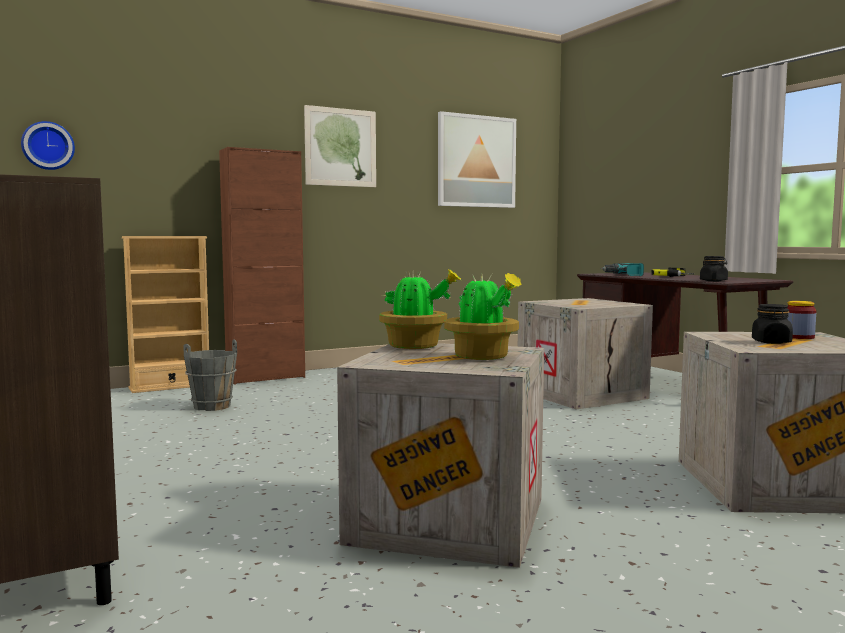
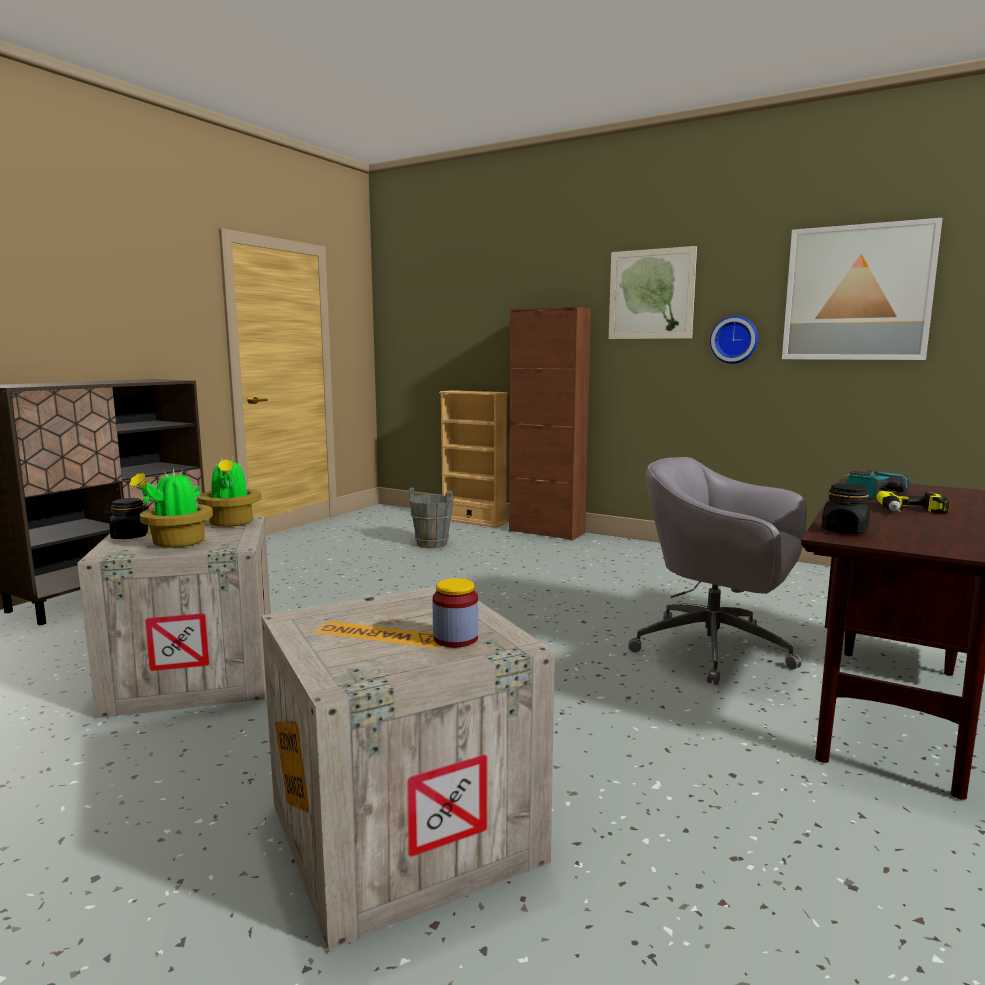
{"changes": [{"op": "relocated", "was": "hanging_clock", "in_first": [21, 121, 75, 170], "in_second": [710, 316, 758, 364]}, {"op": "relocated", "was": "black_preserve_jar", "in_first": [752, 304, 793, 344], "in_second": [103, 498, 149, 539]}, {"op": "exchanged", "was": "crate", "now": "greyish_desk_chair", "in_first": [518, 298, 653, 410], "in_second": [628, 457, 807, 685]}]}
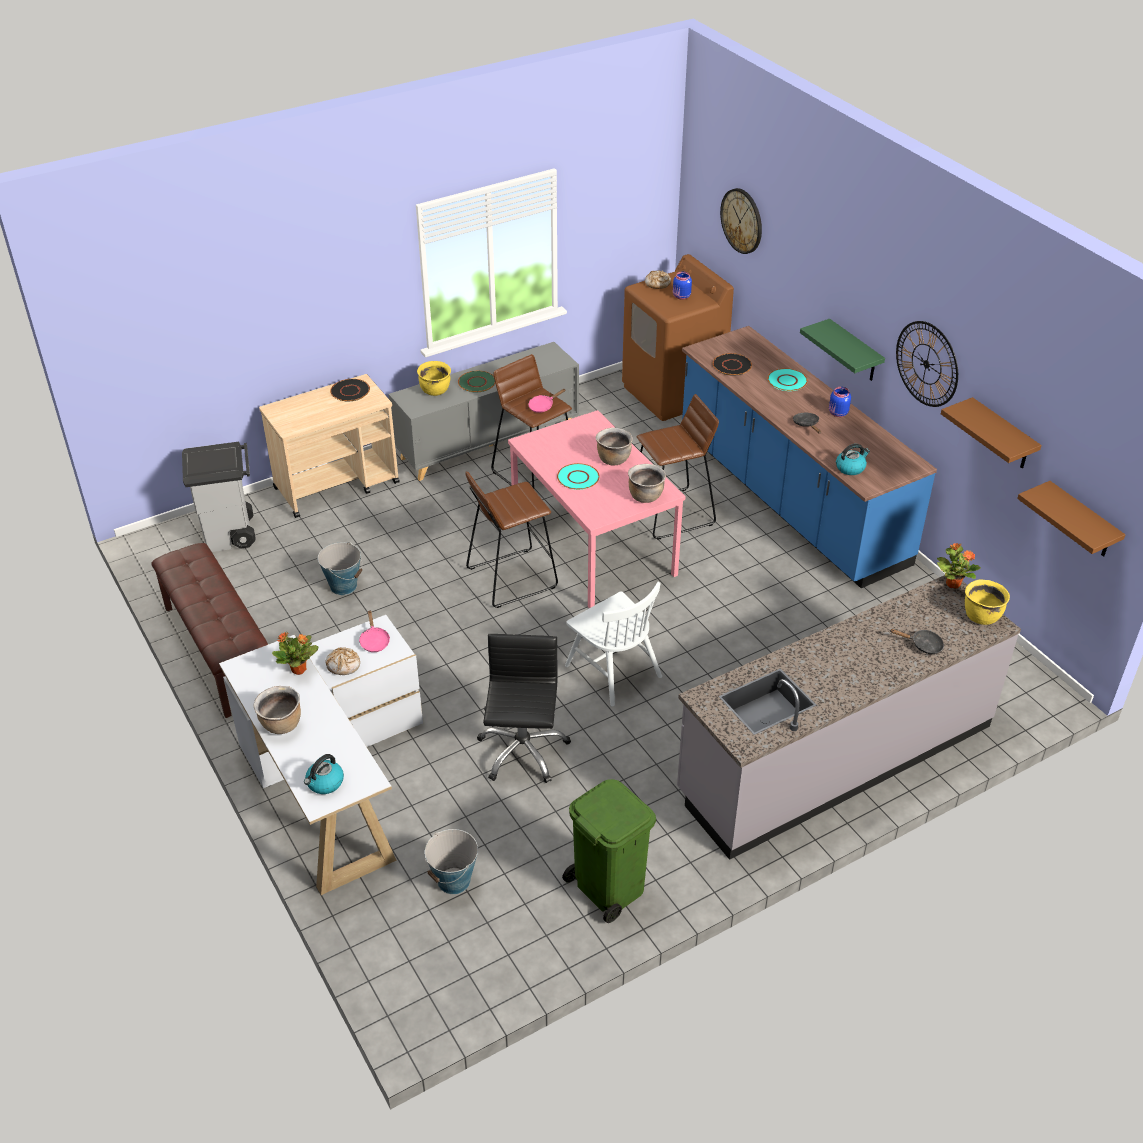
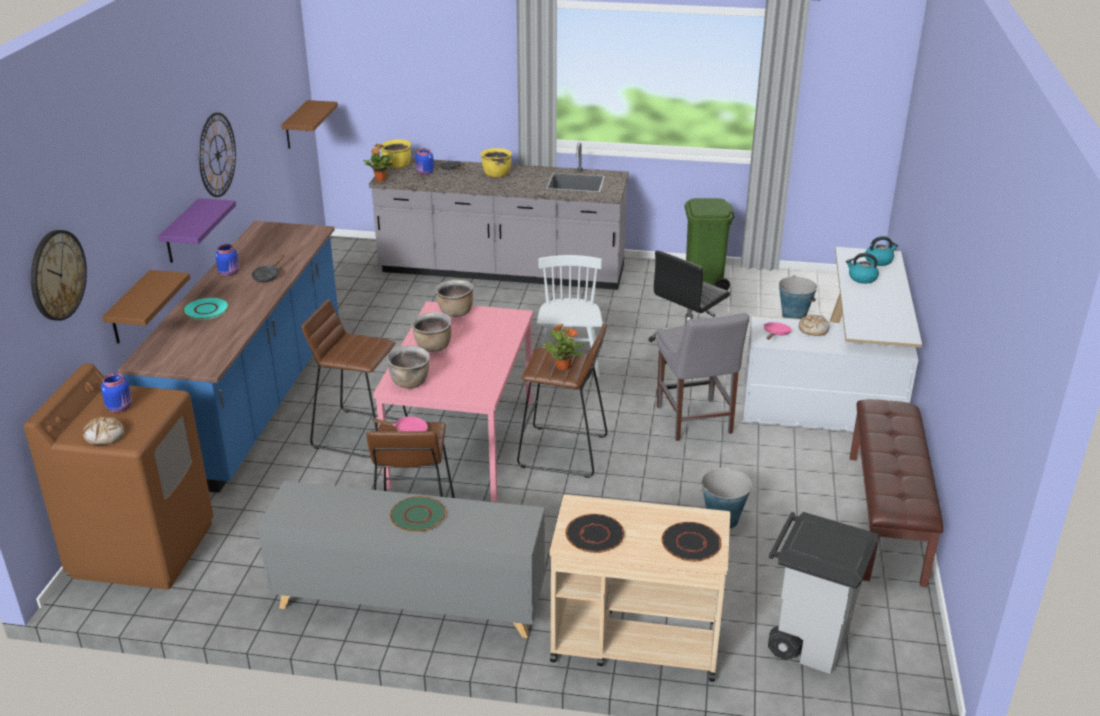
{"changes": [{"op": "missing", "was": "blue-green_dinner_plate", "in_first": [557, 463, 600, 490]}, {"op": "appeared", "now": "blue_preserve_jar", "in_second": [415, 148, 434, 175]}, {"op": "appeared", "now": "greyish_upright_chair", "in_second": [657, 313, 749, 441]}, {"op": "relocated", "was": "brownish_stockpot", "in_first": [253, 686, 301, 734], "in_second": [387, 346, 430, 389]}, {"op": "relocated", "was": "plant_in_a_pot", "in_first": [272, 632, 319, 675], "in_second": [543, 324, 585, 371]}, {"op": "relocated", "was": "yellowish_stockpot", "in_first": [417, 361, 451, 396], "in_second": [480, 148, 512, 178]}, {"op": "relocated", "was": "black_dinner_plate", "in_first": [713, 353, 752, 376], "in_second": [662, 522, 722, 561]}, {"op": "relocated", "was": "water_kettle", "in_first": [836, 444, 870, 475], "in_second": [846, 253, 879, 284]}, {"op": "relocated", "was": "brownish_wall_shelf", "in_first": [941, 397, 1041, 469], "in_second": [102, 270, 190, 344]}, {"op": "colour", "was": "greenish_wall_shelf", "now": "purple-coloured_wall_shelf", "in_first": [800, 319, 885, 381], "in_second": [158, 198, 236, 263]}]}
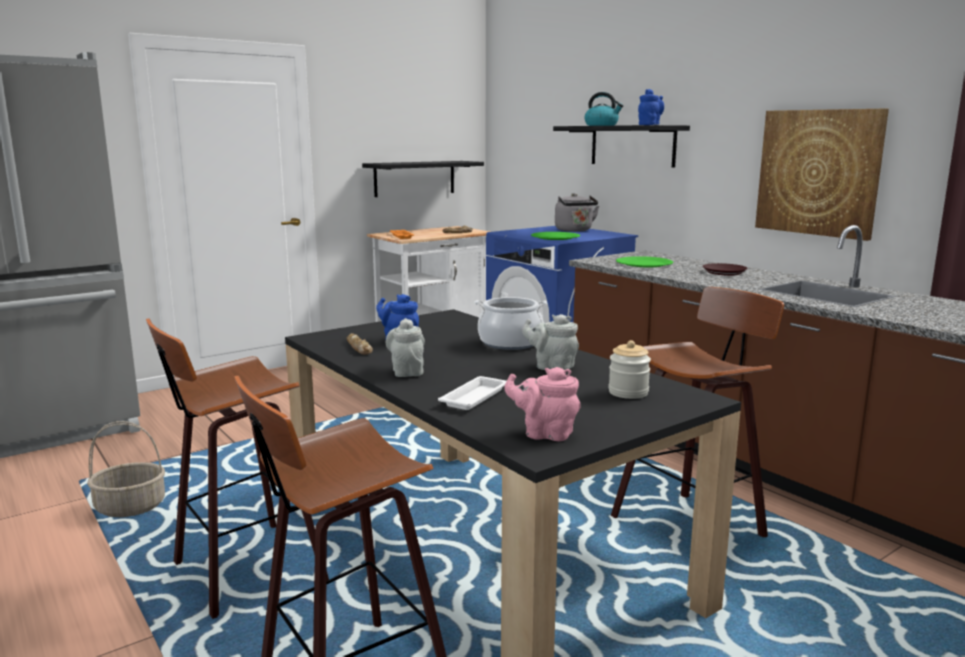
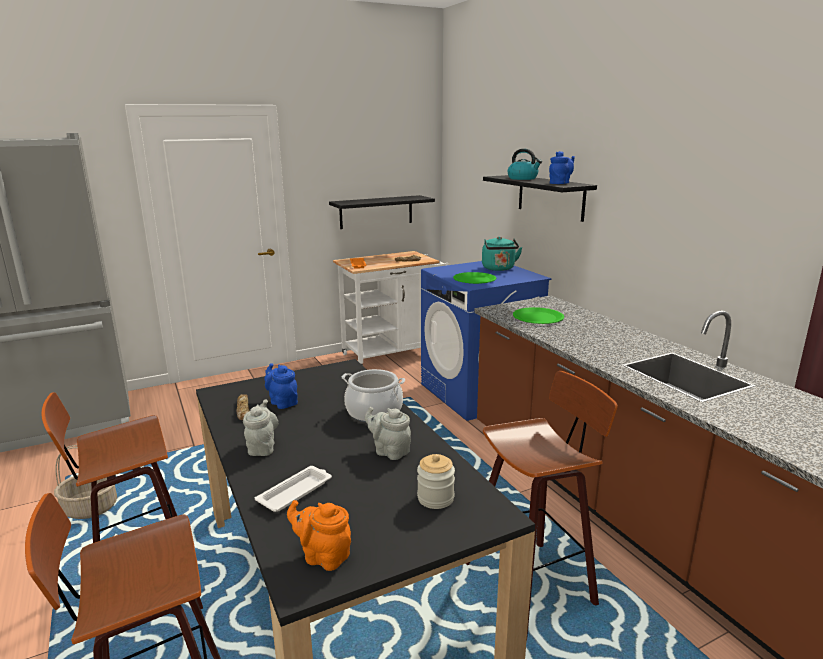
{"changes": [{"op": "missing", "was": "brownish_dinner_plate", "in_first": [703, 263, 748, 276]}, {"op": "missing", "was": "wall_art", "in_first": [755, 109, 889, 241]}, {"op": "colour", "was": "pinkish_tea_pot", "now": "orange_tea_pot", "in_first": [504, 367, 581, 441], "in_second": [287, 500, 351, 571]}, {"op": "colour", "was": "greyish_water_kettle", "now": "blue-green_water_kettle", "in_first": [555, 193, 599, 232], "in_second": [482, 236, 523, 271]}]}
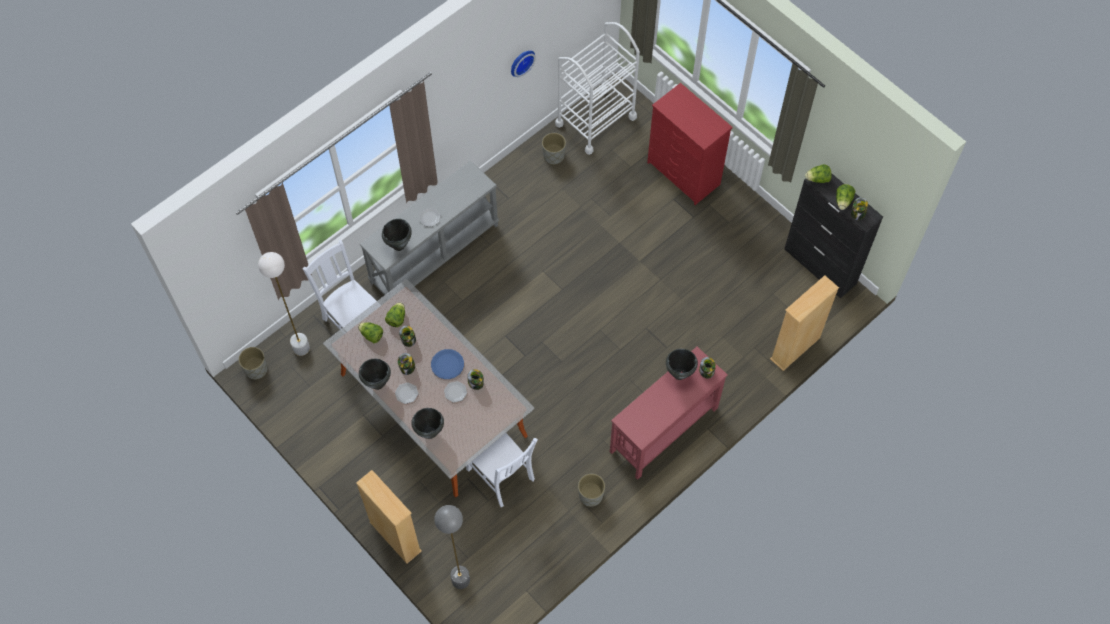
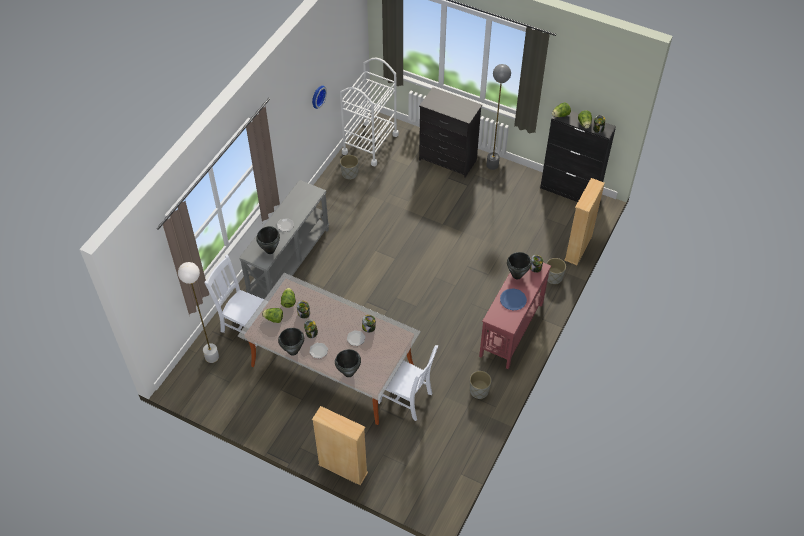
{"changes": [{"op": "relocated", "was": "greyish_plant_pot", "in_first": [239, 347, 268, 380], "in_second": [546, 258, 566, 285]}, {"op": "relocated", "was": "blue_dinner_plate", "in_first": [431, 349, 464, 379], "in_second": [500, 289, 527, 310]}, {"op": "relocated", "was": "greyish_standard_lamp", "in_first": [434, 505, 470, 589], "in_second": [486, 64, 511, 170]}, {"op": "colour", "was": "red_chest_of_drawers", "now": "black_chest_of_drawers", "in_first": [647, 83, 733, 205], "in_second": [419, 87, 482, 178]}]}
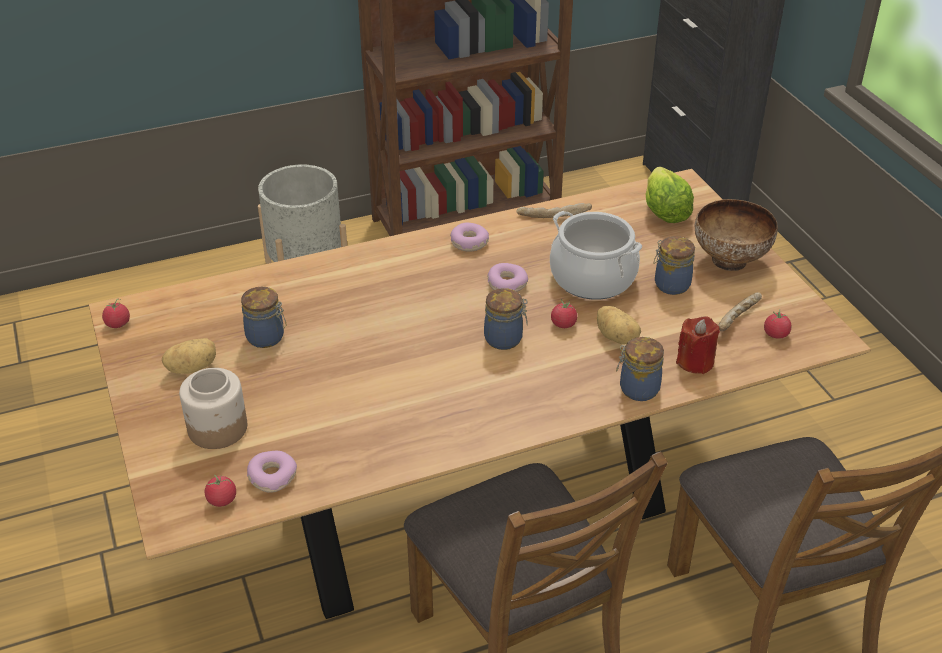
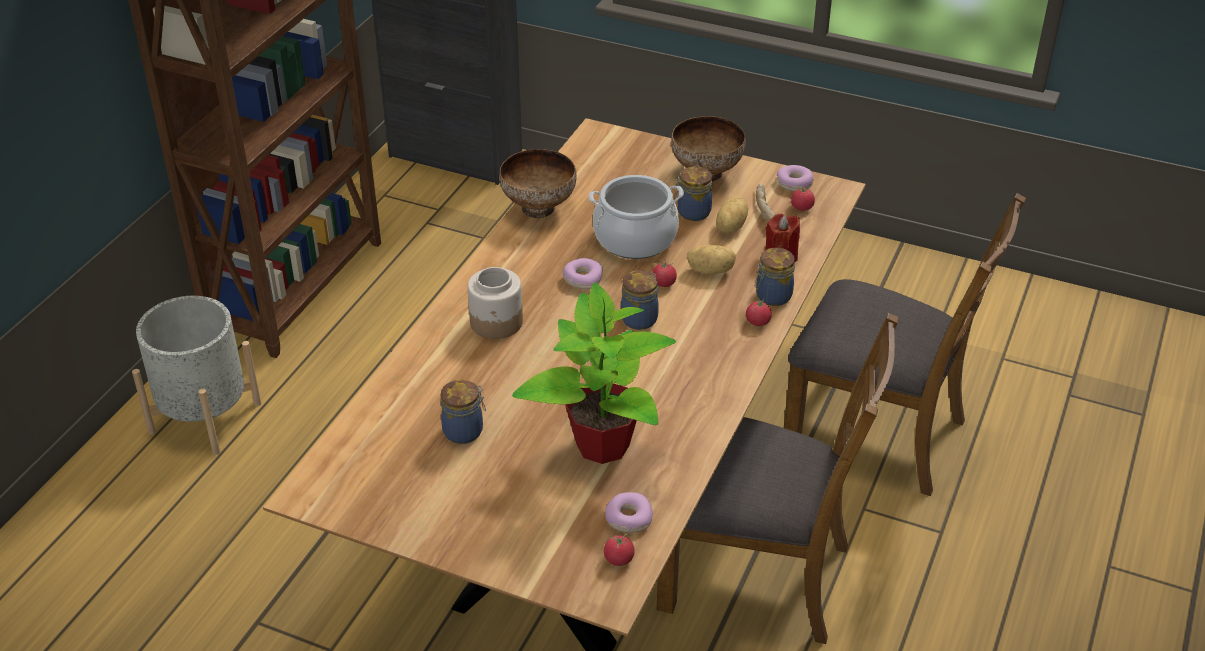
{"changes": [{"op": "missing", "was": "lettuce_head", "in_first": [646, 167, 694, 223]}, {"op": "appeared", "now": "plant_in_a_pot", "in_second": [512, 282, 677, 464]}, {"op": "relocated", "was": "whole_tomato", "in_first": [102, 299, 130, 328], "in_second": [746, 298, 772, 326]}, {"op": "relocated", "was": "whole_potato", "in_first": [162, 338, 216, 374], "in_second": [716, 196, 748, 233]}, {"op": "relocated", "was": "preserve_jar", "in_first": [179, 368, 247, 449], "in_second": [467, 267, 523, 339]}, {"op": "relocated", "was": "ring_doughnut", "in_first": [450, 223, 489, 252], "in_second": [777, 165, 814, 192]}, {"op": "exchanged", "was": "baked_bread", "now": "deep_dish", "in_first": [516, 203, 592, 218], "in_second": [499, 149, 577, 218]}]}
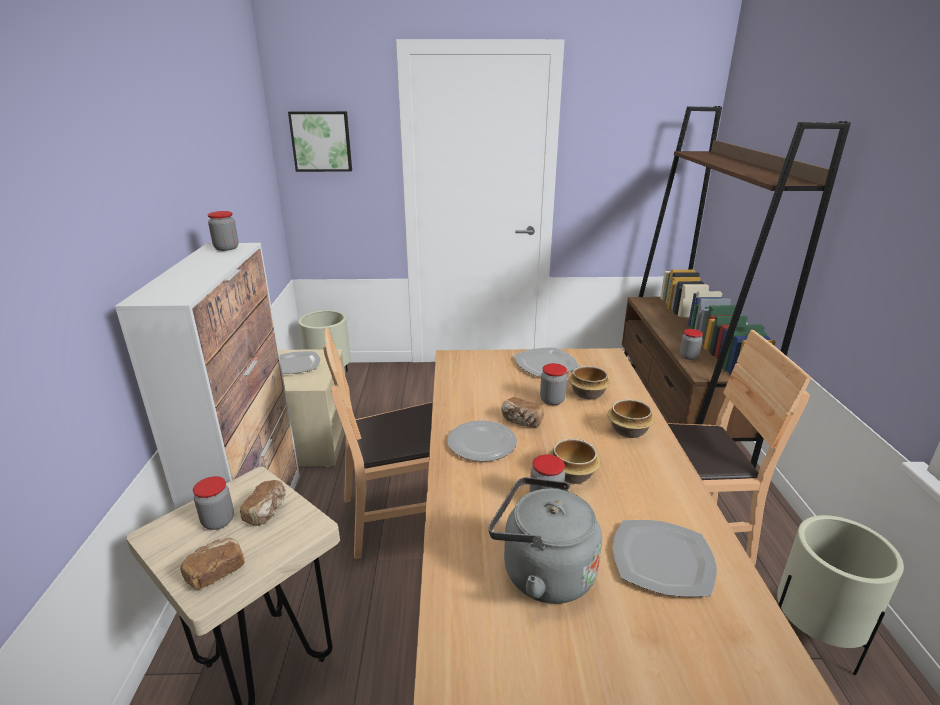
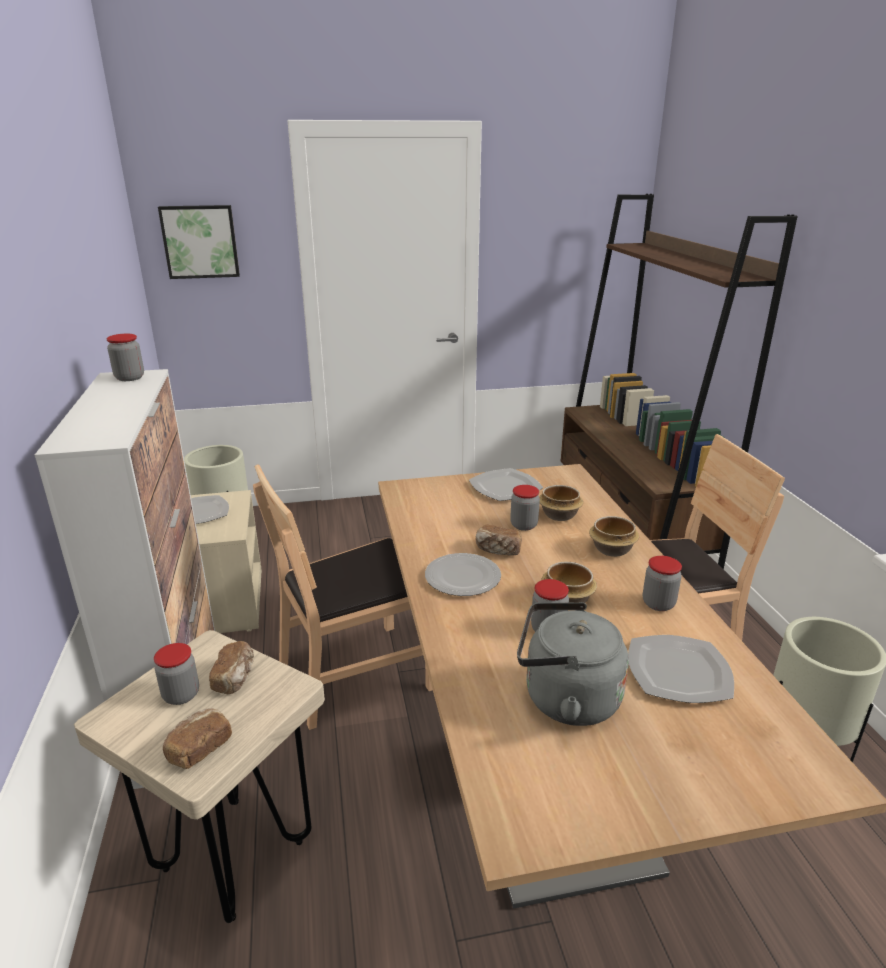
{"changes": [{"op": "relocated", "was": "preserve_jar", "in_first": [680, 329, 703, 360], "in_second": [643, 556, 682, 611]}]}
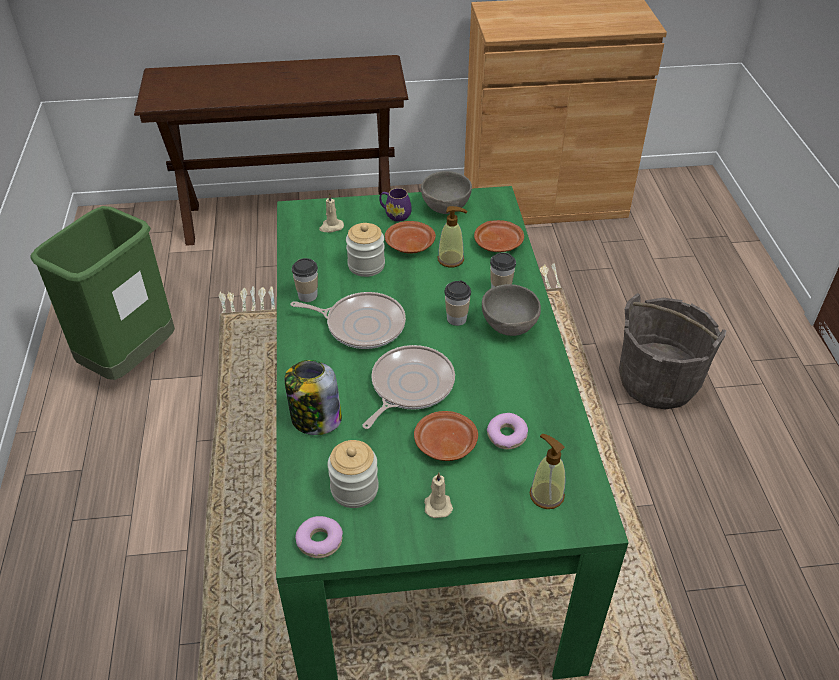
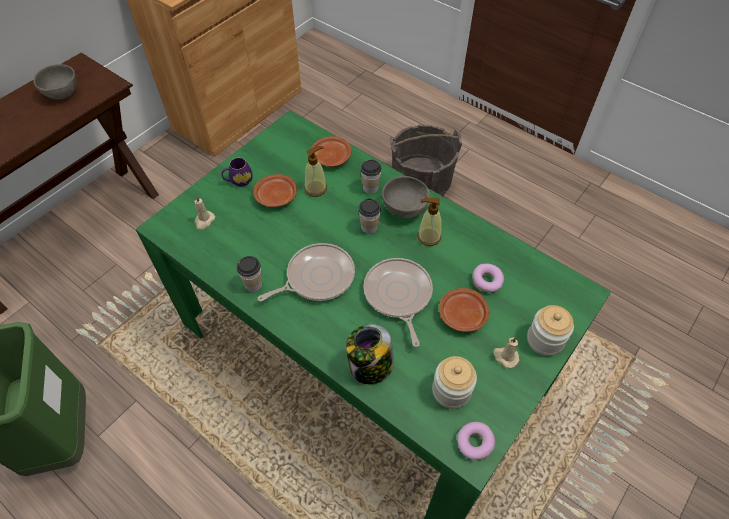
{"changes": [{"op": "relocated", "was": "preserve_jar", "in_first": [346, 223, 385, 277], "in_second": [527, 305, 574, 356]}, {"op": "relocated", "was": "greyish_deep_dish", "in_first": [421, 171, 472, 214], "in_second": [34, 64, 77, 99]}, {"op": "relocated", "was": "liquid_soap_bottle", "in_first": [530, 434, 565, 509], "in_second": [417, 198, 442, 246]}]}
